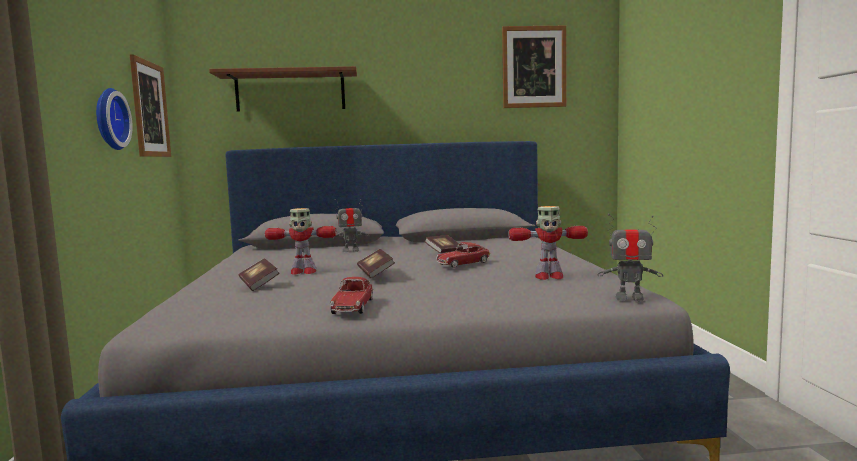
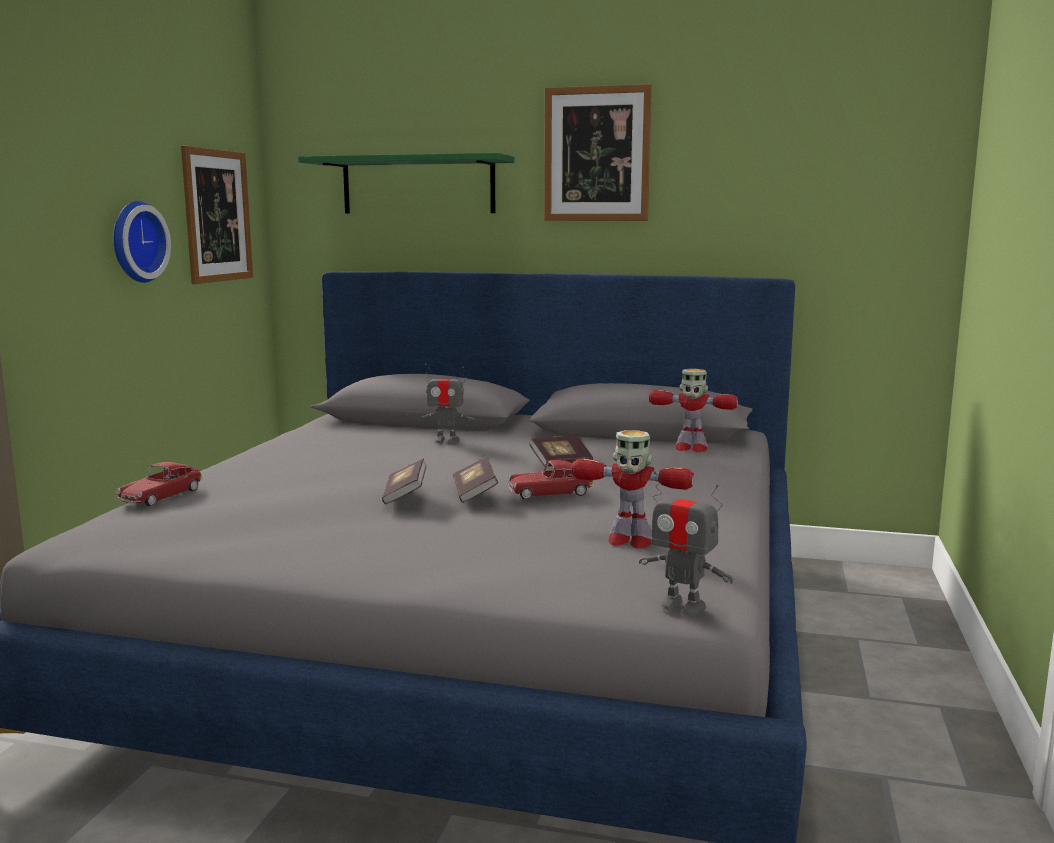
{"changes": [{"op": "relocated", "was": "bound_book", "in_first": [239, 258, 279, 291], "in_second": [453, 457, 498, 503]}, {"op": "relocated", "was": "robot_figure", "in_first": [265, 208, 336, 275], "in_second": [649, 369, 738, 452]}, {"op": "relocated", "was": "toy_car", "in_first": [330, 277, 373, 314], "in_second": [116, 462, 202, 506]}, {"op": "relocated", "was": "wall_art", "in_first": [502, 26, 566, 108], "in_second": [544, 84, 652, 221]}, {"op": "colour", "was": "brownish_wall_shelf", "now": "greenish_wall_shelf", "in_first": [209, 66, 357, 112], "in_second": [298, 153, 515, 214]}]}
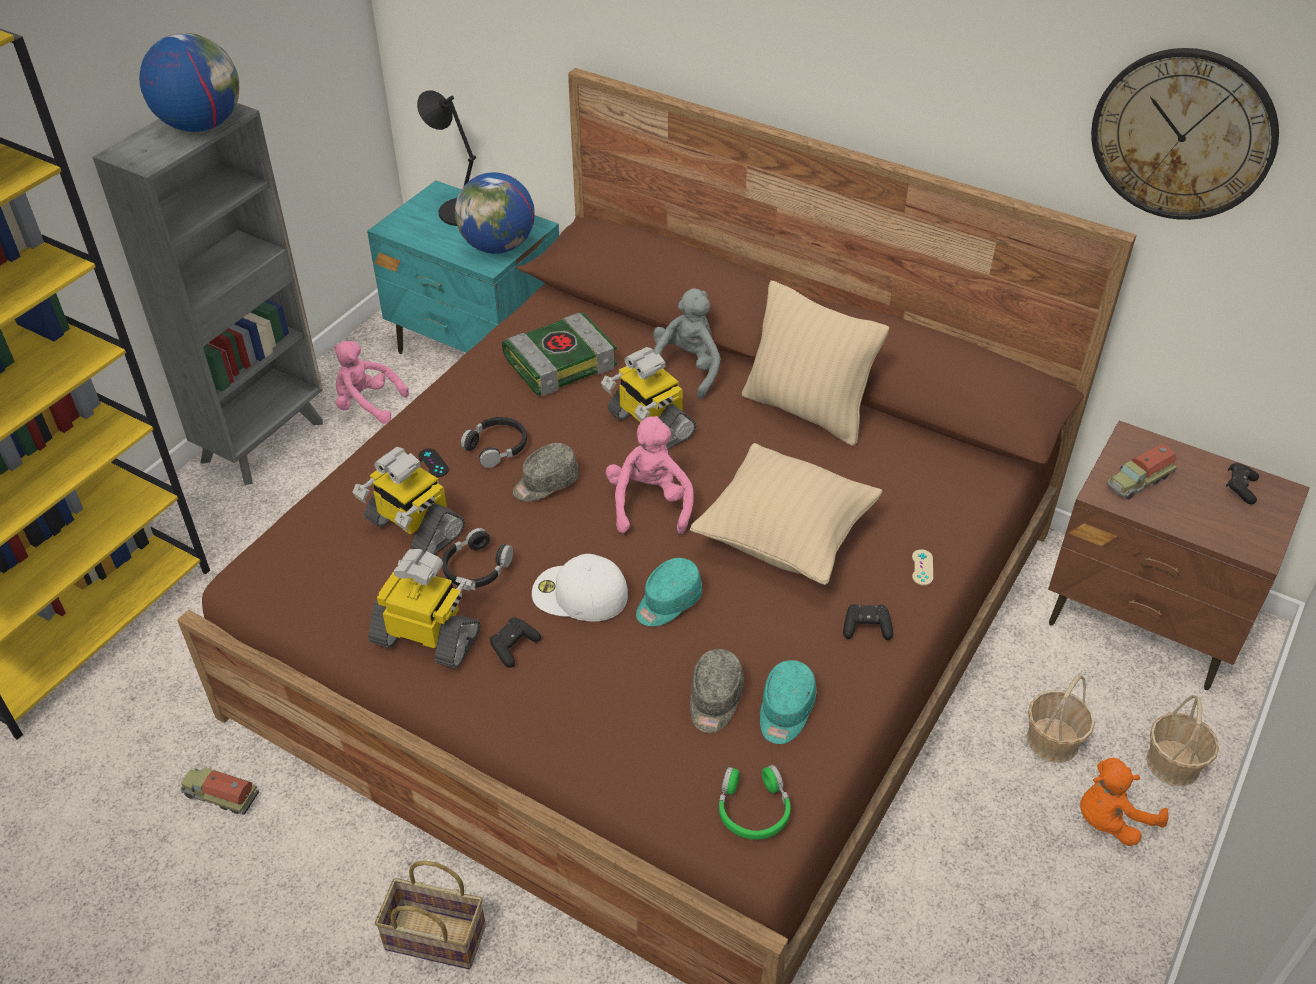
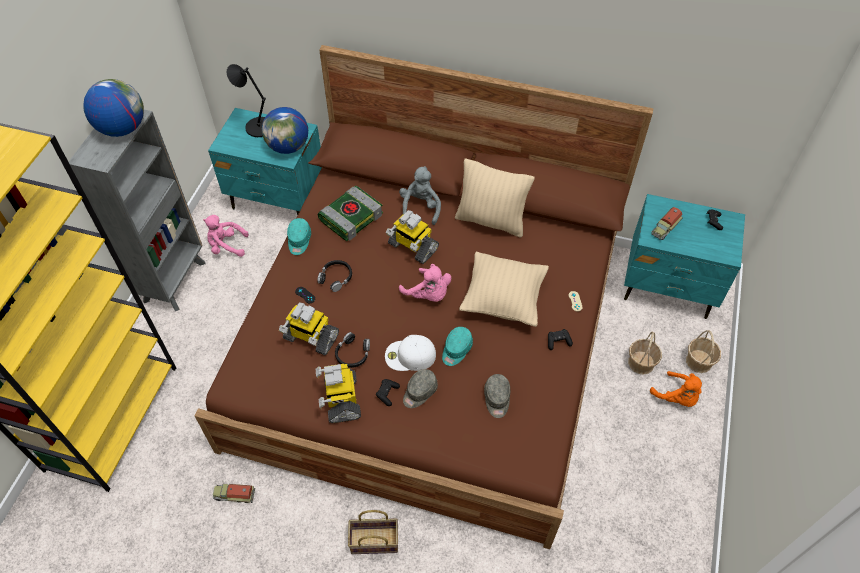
{"changes": [{"op": "missing", "was": "greenish_pair_of_headphones", "in_first": [719, 765, 791, 840]}, {"op": "missing", "was": "hanging_clock", "in_first": [1091, 48, 1279, 220]}, {"op": "relocated", "was": "greyish_peaked_cap", "in_first": [513, 443, 579, 501], "in_second": [403, 369, 438, 408]}, {"op": "relocated", "was": "blue-green_peaked_cap", "in_first": [760, 660, 816, 744], "in_second": [287, 218, 311, 255]}, {"op": "colour", "was": "brownish_bedside_table", "now": "blue-green_bedside_table", "in_first": [1048, 421, 1310, 690], "in_second": [624, 194, 745, 319]}, {"op": "spun", "was": "robot_figure", "in_first": [368, 549, 481, 669], "in_second": [316, 364, 361, 423], "clockwise": -105}, {"op": "spun", "was": "pinkish_cuddly_toy", "in_first": [606, 416, 694, 534], "in_second": [399, 264, 451, 302], "clockwise": 150}, {"op": "spun", "was": "orange_cuddly_toy", "in_first": [1080, 758, 1169, 846], "in_second": [650, 371, 702, 407], "clockwise": -90}]}
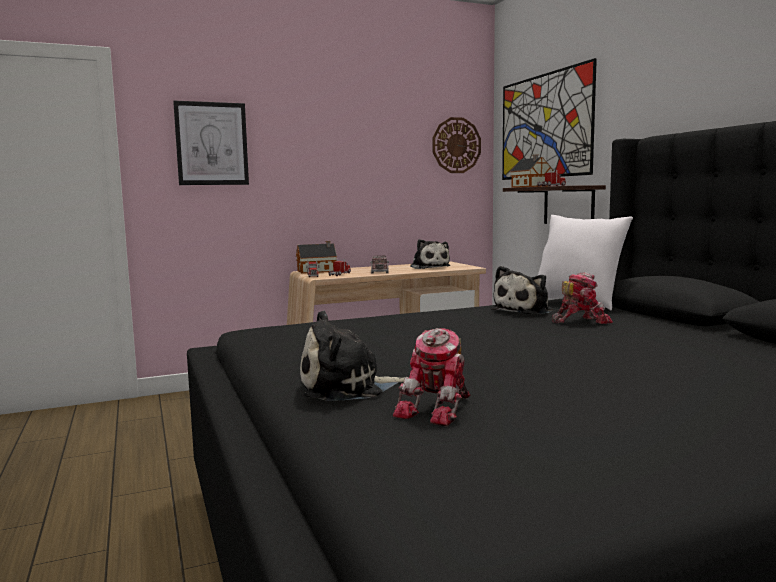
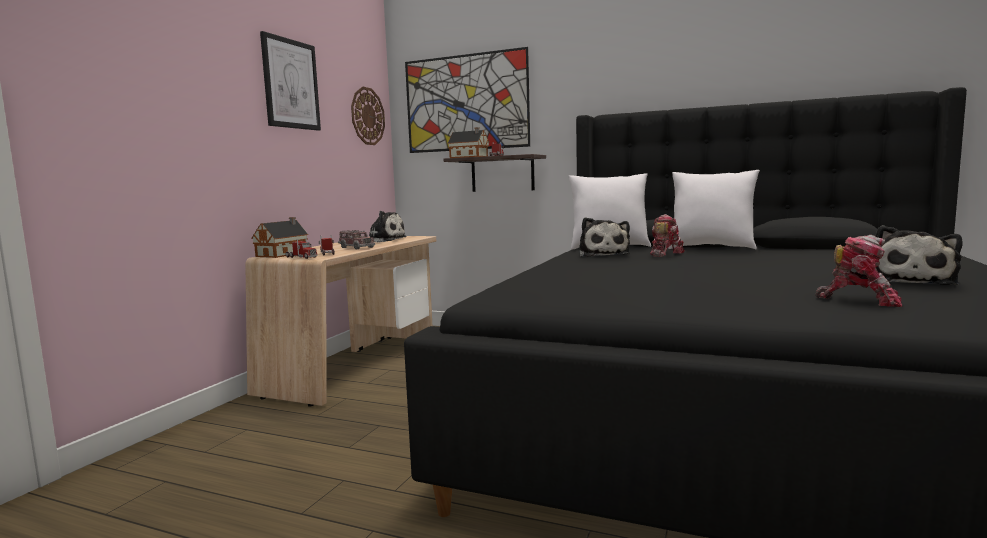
{"changes": [{"op": "appeared", "now": "whitish_throw_pillow", "in_second": [668, 170, 760, 250]}, {"op": "relocated", "was": "wall_art", "in_first": [173, 101, 249, 185], "in_second": [260, 31, 321, 131]}, {"op": "relocated", "was": "cuddly_toy", "in_first": [300, 310, 406, 401], "in_second": [875, 225, 963, 285]}, {"op": "spun", "was": "robot_figure", "in_first": [393, 328, 471, 426], "in_second": [816, 235, 902, 307], "clockwise": -45}]}
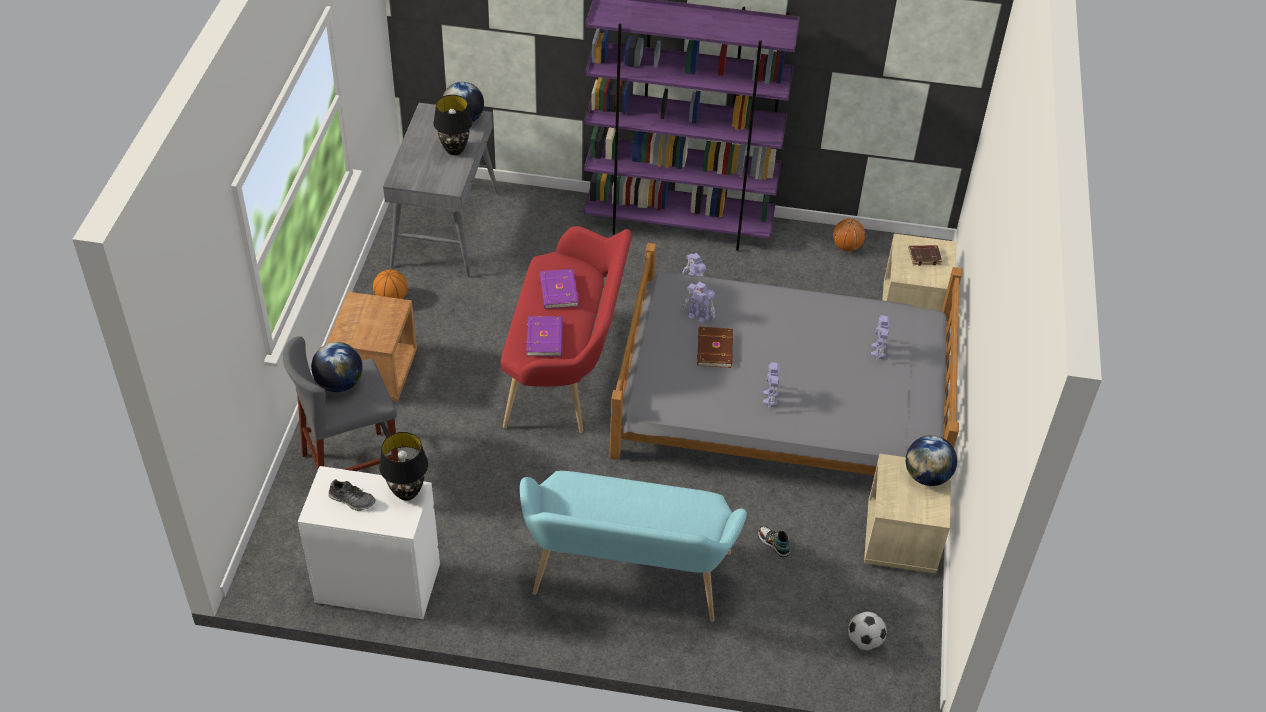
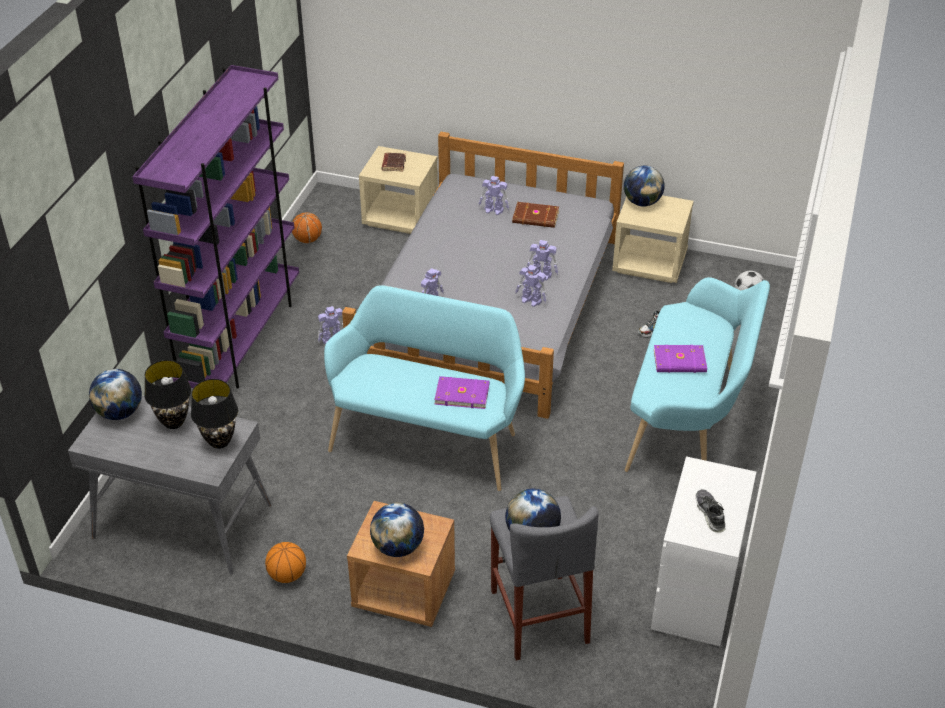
{"changes": [{"op": "appeared", "now": "world_globe", "in_second": [370, 503, 424, 557]}, {"op": "appeared", "now": "robot_figure", "in_second": [515, 265, 547, 307]}, {"op": "relocated", "was": "black_tabletop_lamp", "in_first": [379, 432, 428, 501], "in_second": [191, 379, 238, 449]}, {"op": "relocated", "was": "purple-coloured_bound_book", "in_first": [540, 269, 579, 309], "in_second": [654, 345, 707, 373]}, {"op": "relocated", "was": "brownish_bound_book", "in_first": [697, 327, 733, 368], "in_second": [512, 202, 559, 228]}, {"op": "colour", "was": "red_long_seat", "now": "blue-green_long_seat", "in_first": [500, 226, 632, 433], "in_second": [324, 285, 525, 491]}, {"op": "spun", "was": "shoe", "in_first": [328, 480, 376, 511], "in_second": [695, 489, 726, 533], "clockwise": -45}]}
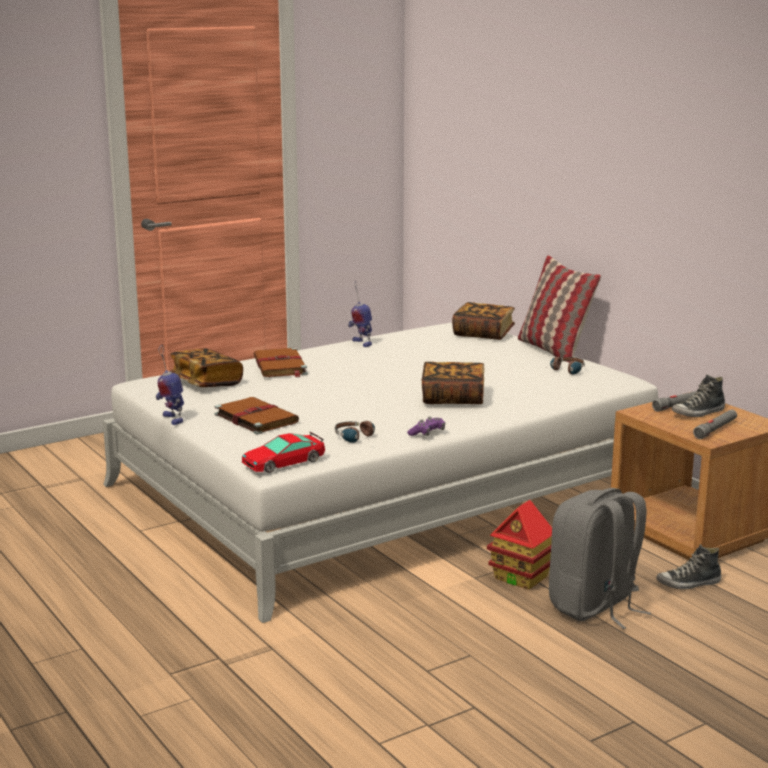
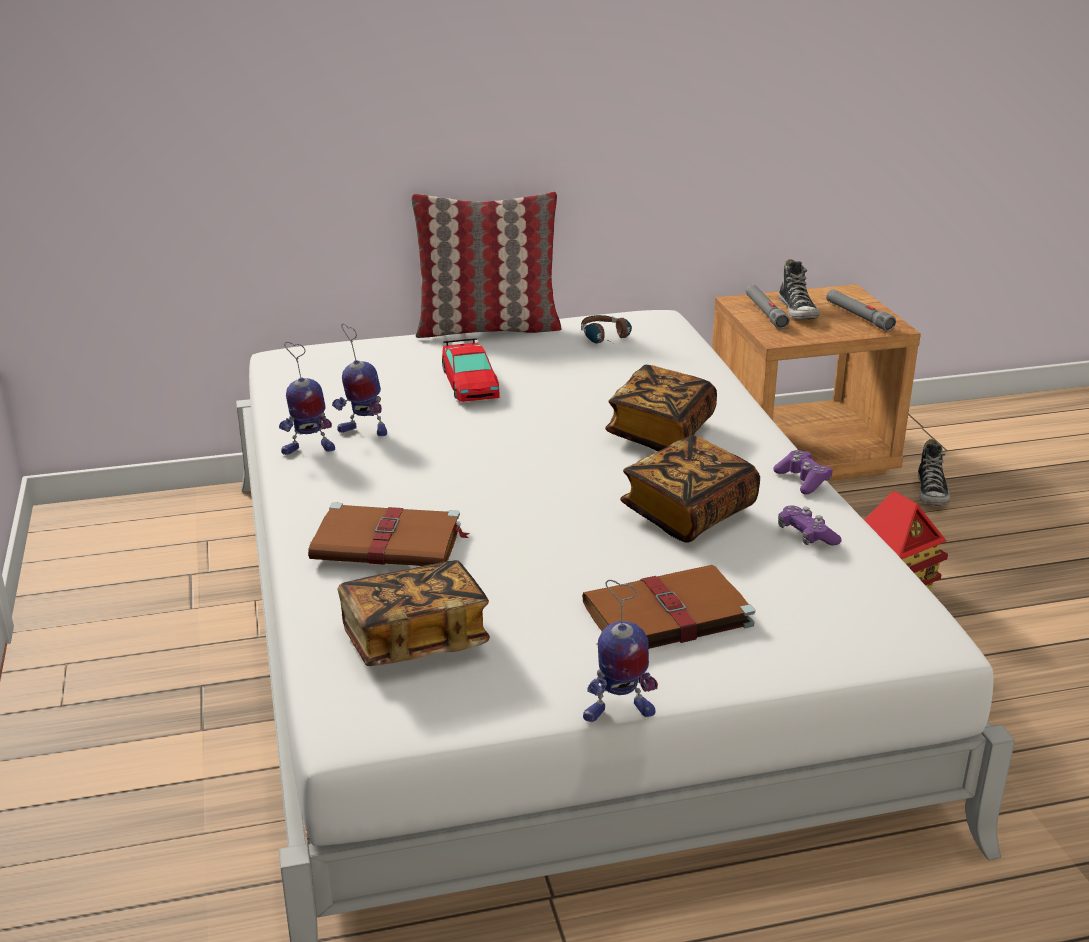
{"changes": [{"op": "missing", "was": "greyish_knapsack", "in_first": [549, 488, 651, 629]}, {"op": "appeared", "now": "robot_figure", "in_second": [332, 324, 387, 436]}, {"op": "relocated", "was": "toy_car", "in_first": [242, 432, 325, 473], "in_second": [442, 338, 500, 402]}, {"op": "relocated", "was": "bound_book", "in_first": [452, 302, 515, 340], "in_second": [620, 435, 760, 543]}, {"op": "exchanged", "was": "pair_of_headphones", "now": "purple-coloured_gamepad", "in_first": [335, 421, 375, 443], "in_second": [778, 506, 842, 545]}]}
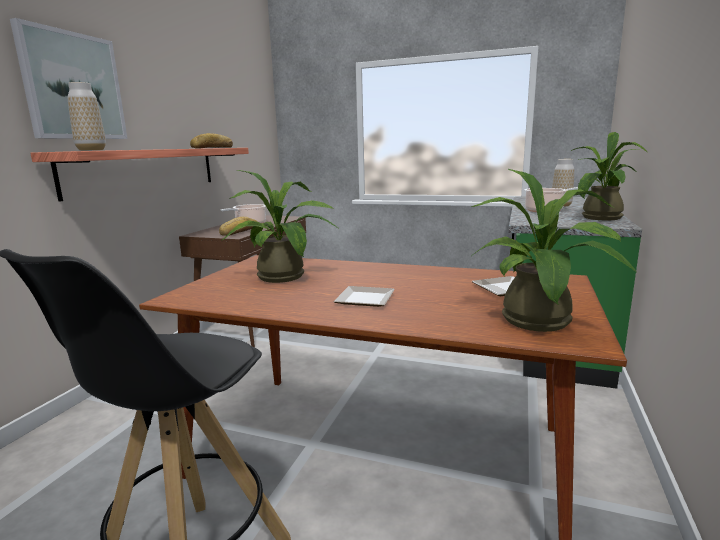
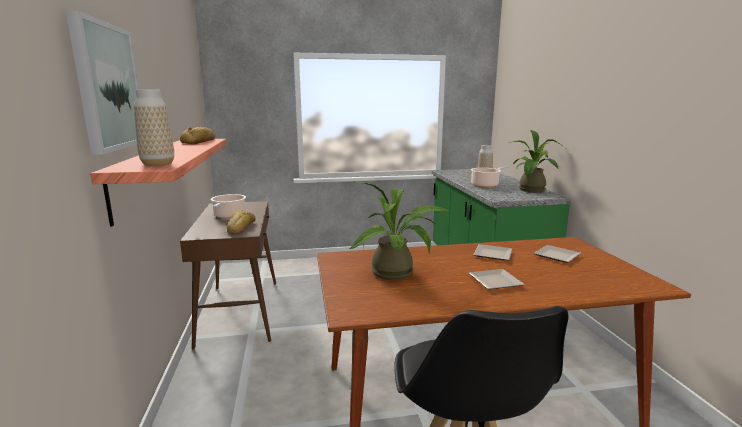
{"changes": [{"op": "missing", "was": "plant_in_a_pot", "in_first": [471, 169, 637, 332]}, {"op": "appeared", "now": "dinner_plate", "in_second": [473, 244, 512, 260]}]}
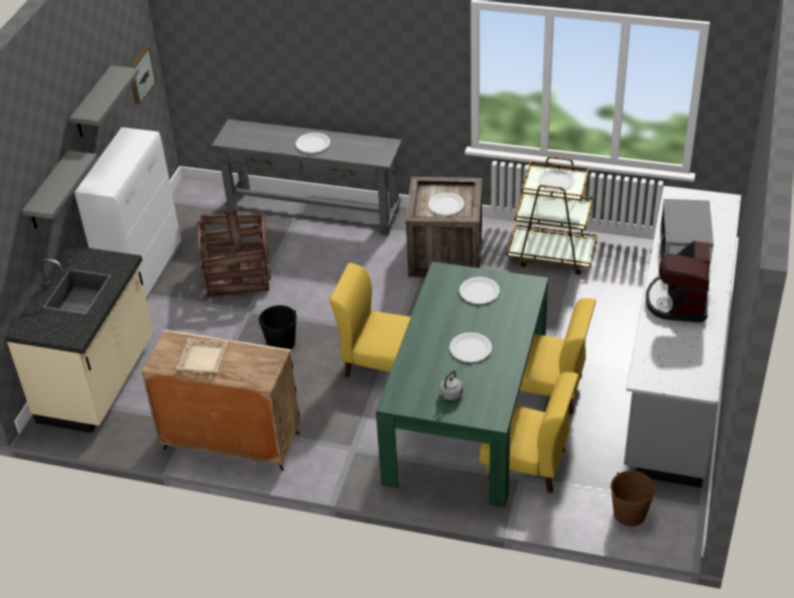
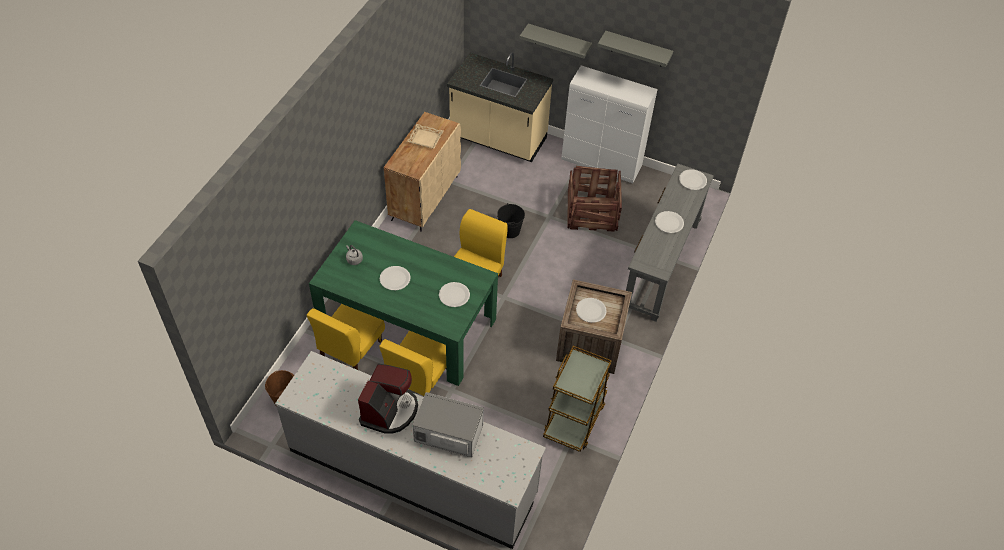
{"changes": [{"op": "missing", "was": "wall_art", "in_first": [129, 46, 156, 104]}, {"op": "relocated", "was": "whitish_dinner_plate", "in_first": [538, 169, 575, 191], "in_second": [679, 169, 707, 190]}, {"op": "spun", "was": "coffee_brewer", "in_first": [646, 240, 710, 323], "in_second": [358, 364, 418, 434], "clockwise": 90}]}
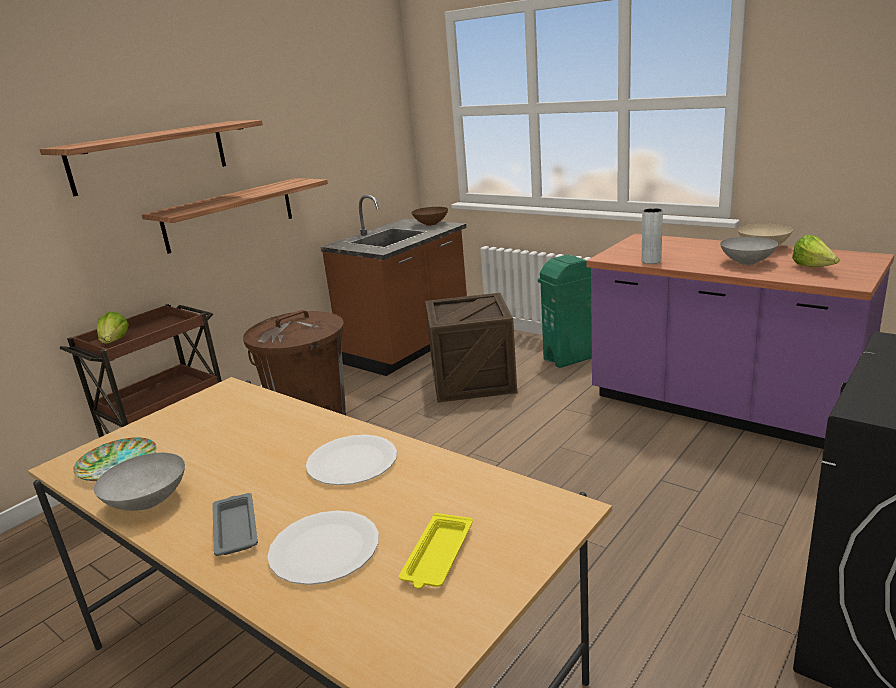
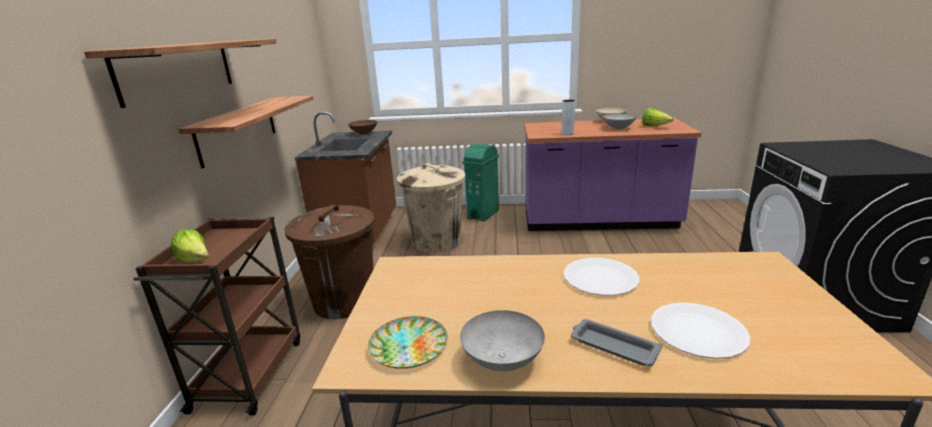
{"changes": [{"op": "missing", "was": "yellowish_carrying_tray", "in_first": [399, 513, 473, 589]}, {"op": "exchanged", "was": "crate", "now": "beige_trash_can", "in_first": [425, 293, 517, 402], "in_second": [397, 163, 465, 253]}]}
